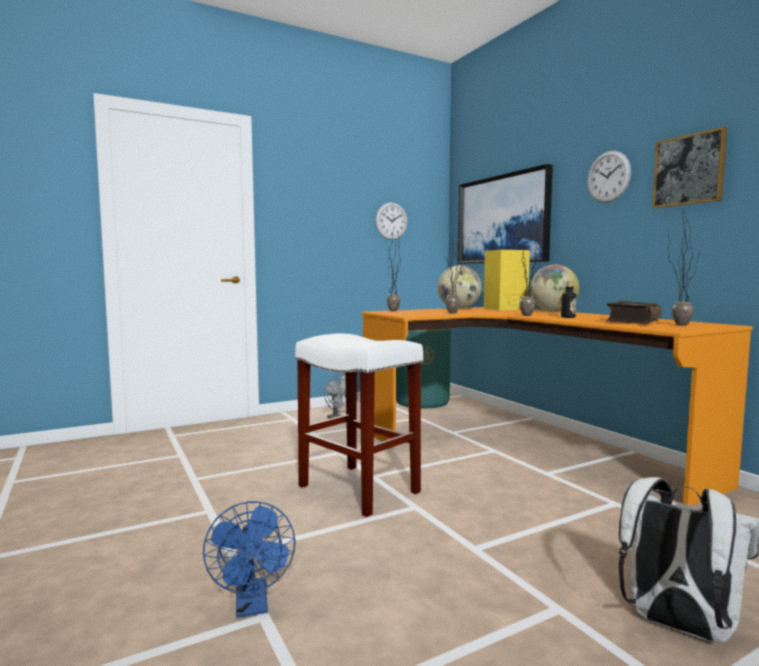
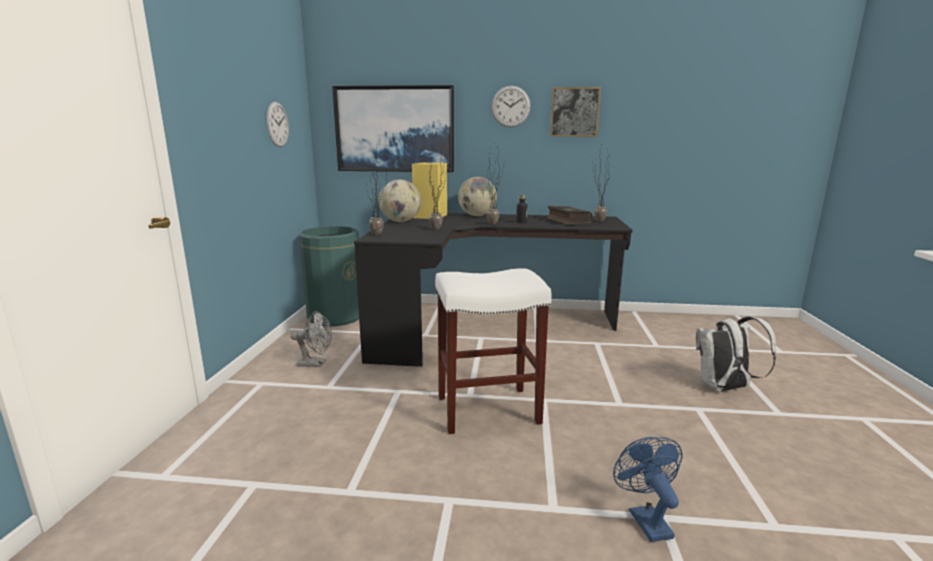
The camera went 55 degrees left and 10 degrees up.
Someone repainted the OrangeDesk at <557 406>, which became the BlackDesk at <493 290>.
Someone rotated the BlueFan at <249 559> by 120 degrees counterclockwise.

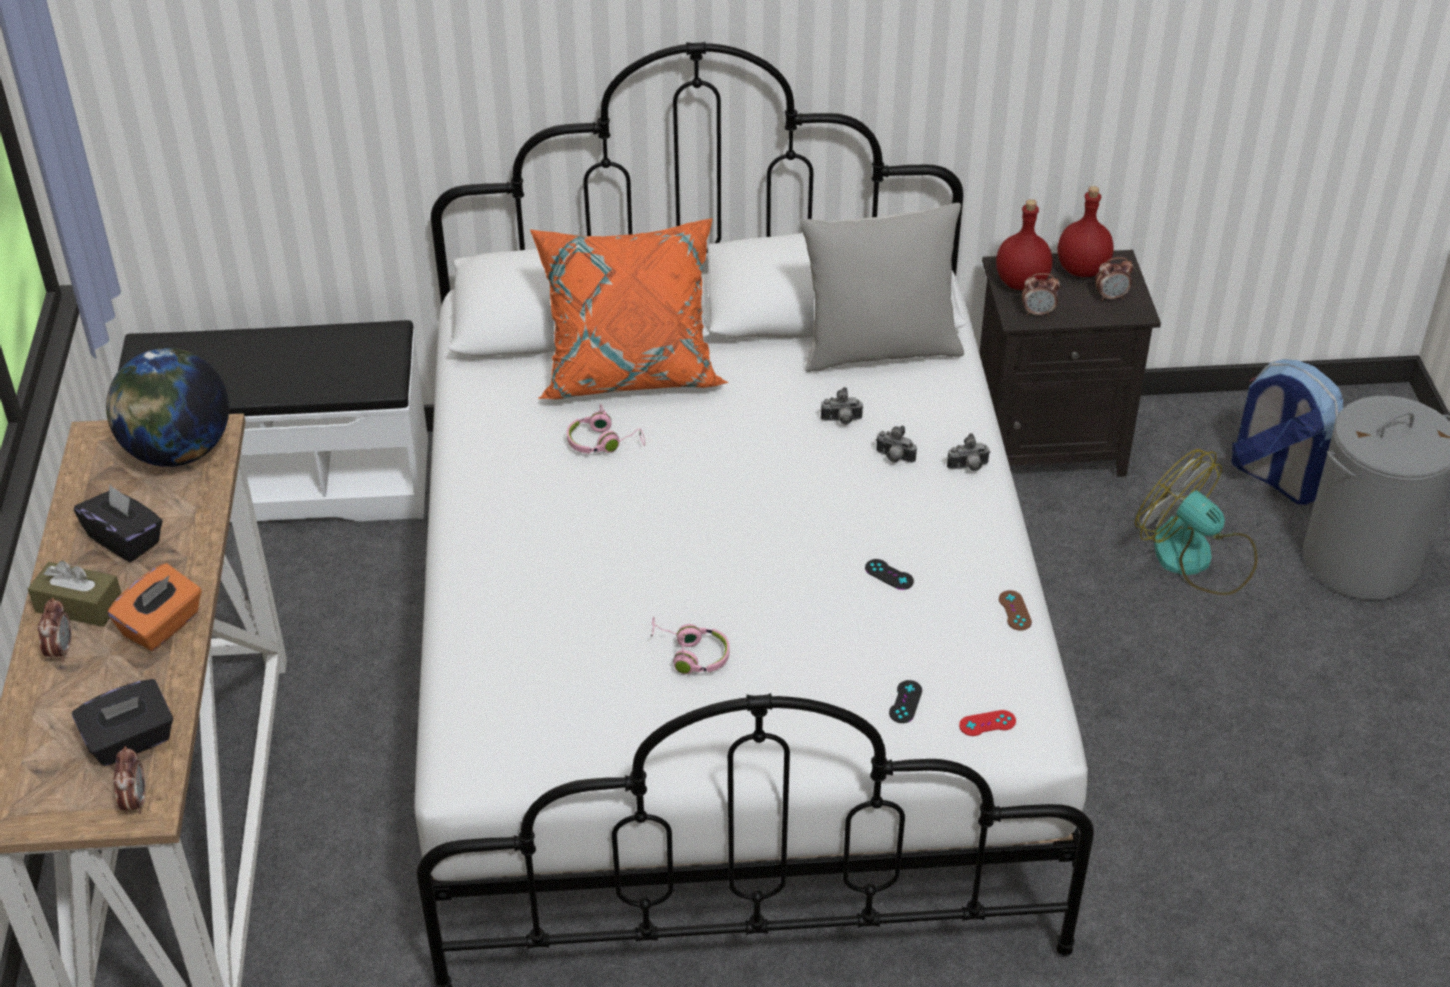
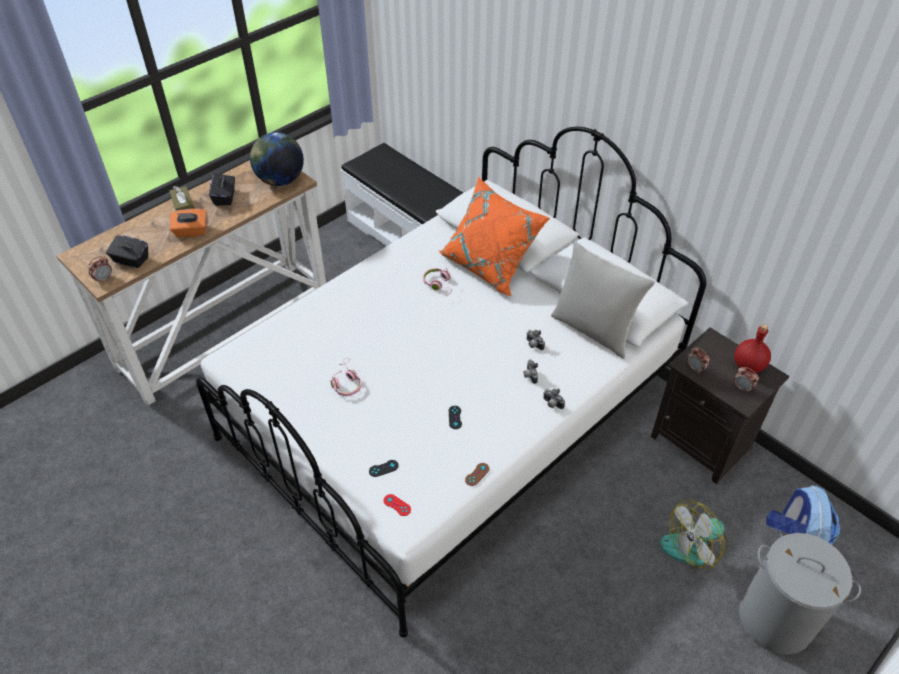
The camera went 50 degrees right and 5 degrees up.
Someone took away the AlarmClock at <54 630>.
Someone took away the RedBottle at <1024 244>.
Someone rotated the Fan at <1196 522> by 120 degrees counterclockwise.

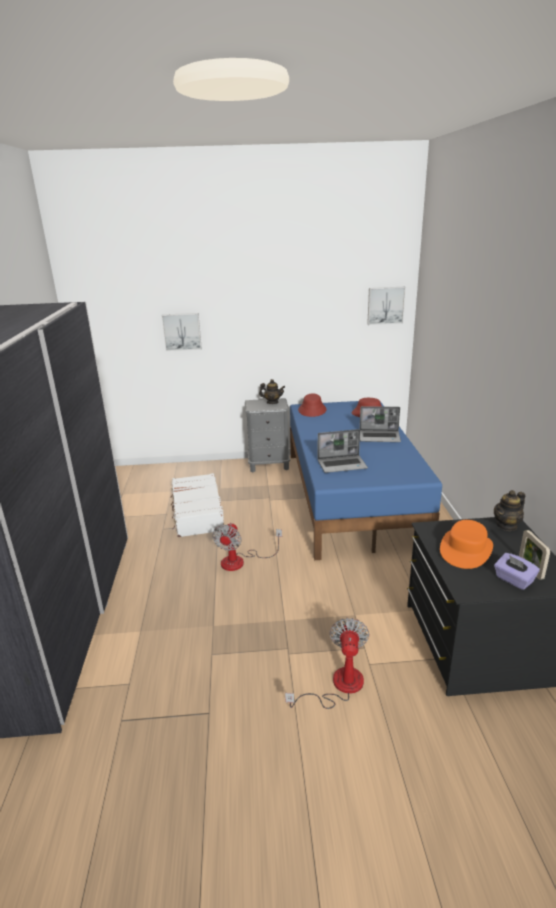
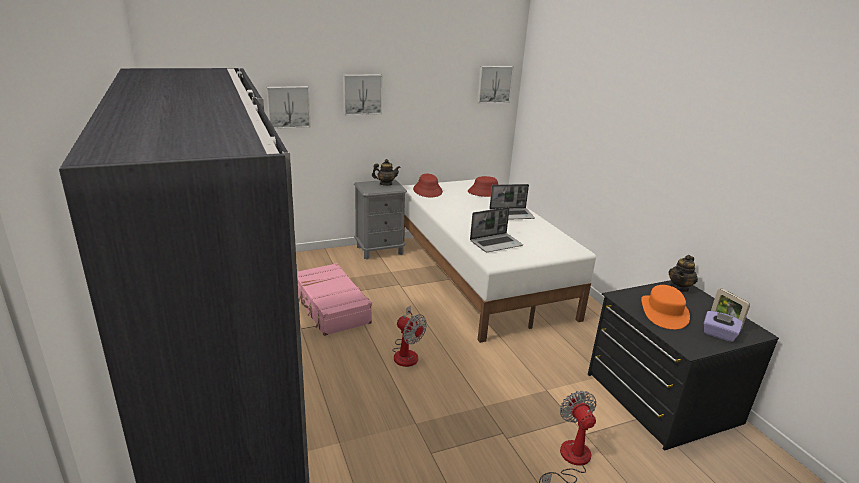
The camera went 20 degrees left and 0 degrees up.
Someone put up the Picture at <362 94>.
Someone repainted the WhiteSuitcase at <197 505>, which became the PinkSuitcase at <334 299>.
Someone repainted the BlueBed at <366 480>, which became the WhiteBed at <499 261>.
Someone rotated the Fan at <247 547> by 45 degrees counterclockwise.

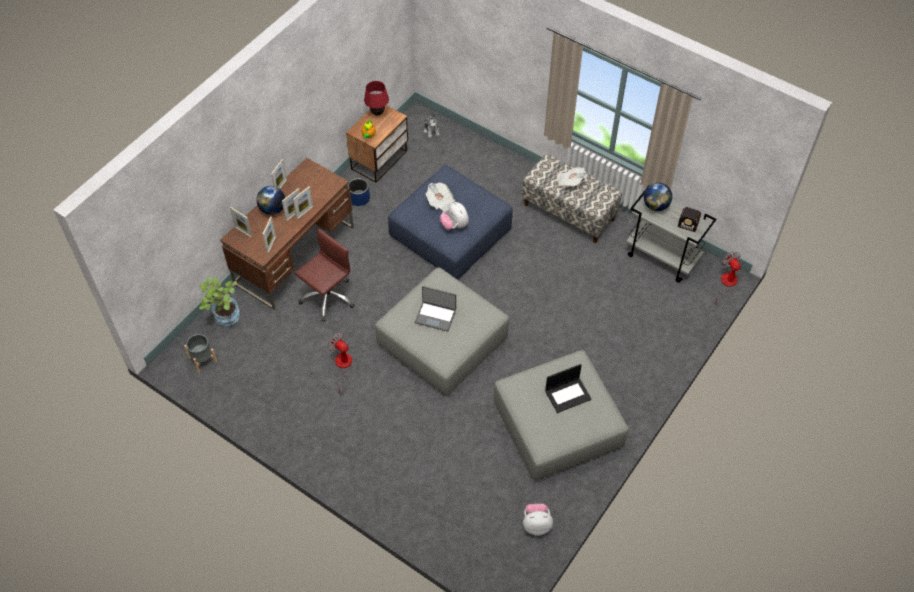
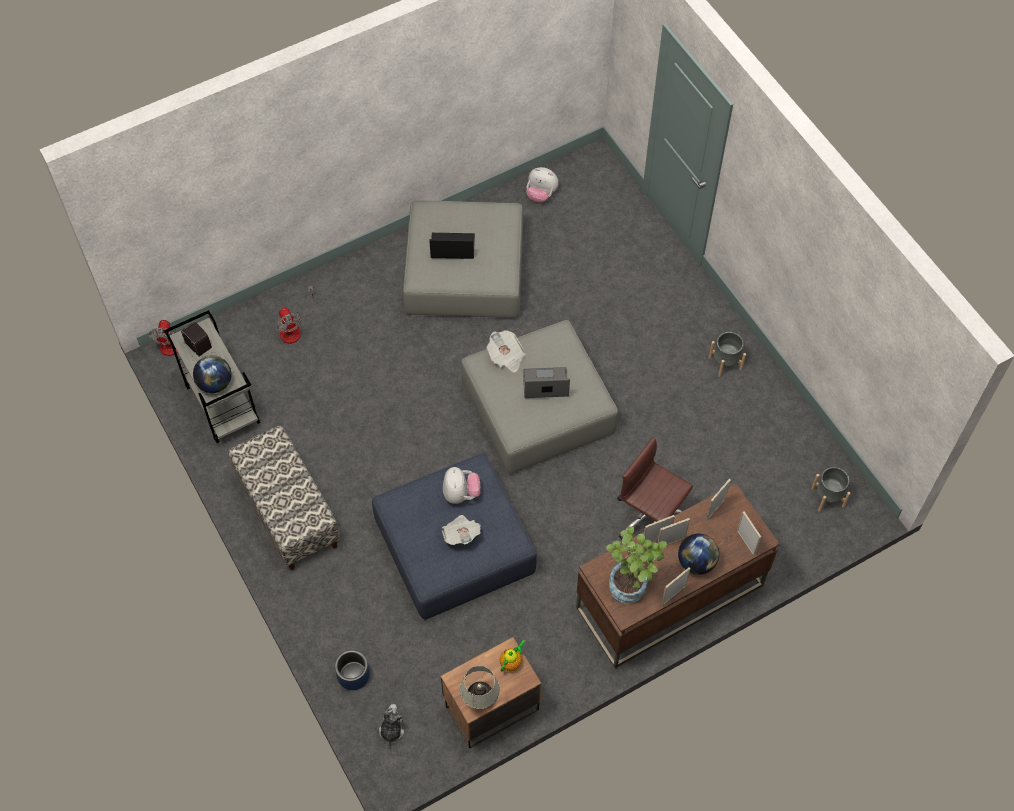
The camera went 155 degrees left and 5 degrees up.
Someone put down the GreyPlanter at <727 354>.
Someone carried the PottedPlant from <220 301> to <636 564>.
Someone carried the Fan from <340 362> to <296 314>.
Someone carried the BluePlanter from <359 192> to <352 670>.
Someone carried the Newspaper from <572 177> to <506 351>.
Someone repainted the RedTableLamp at <376 98>, which became the WhiteTableLamp at <480 687>.
Someone rotated the BrownOfficeChair at <324 275> by 60 degrees clockwise.
Someone rotated the Laptop at <435 309> by 45 degrees counterclockwise.

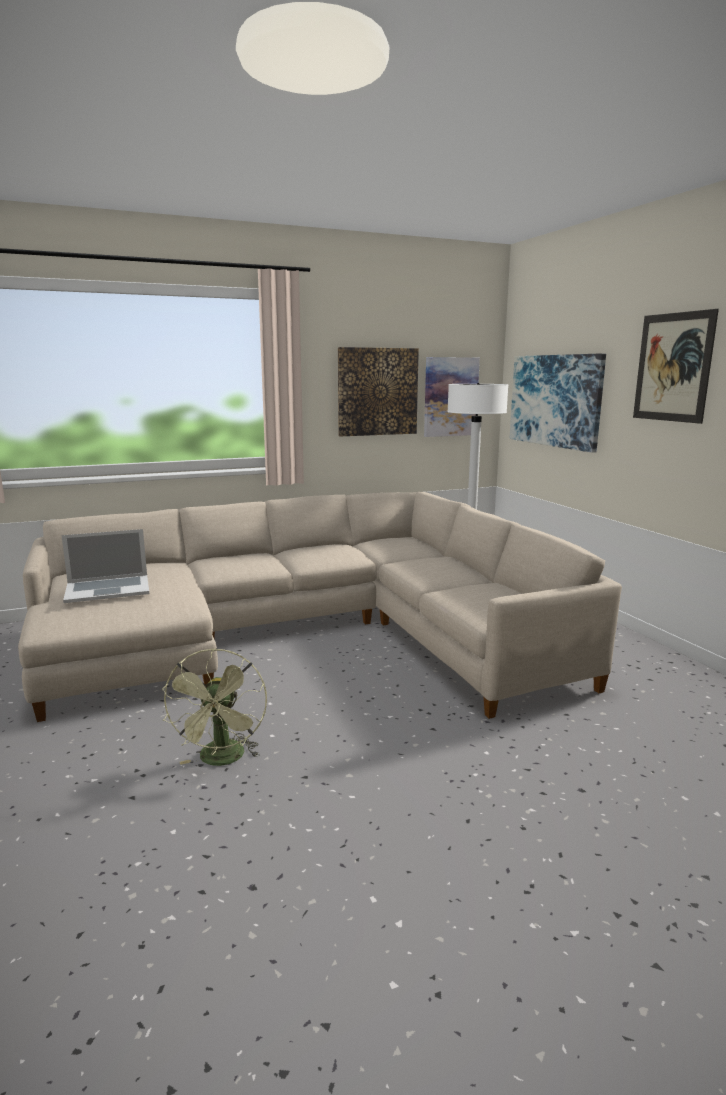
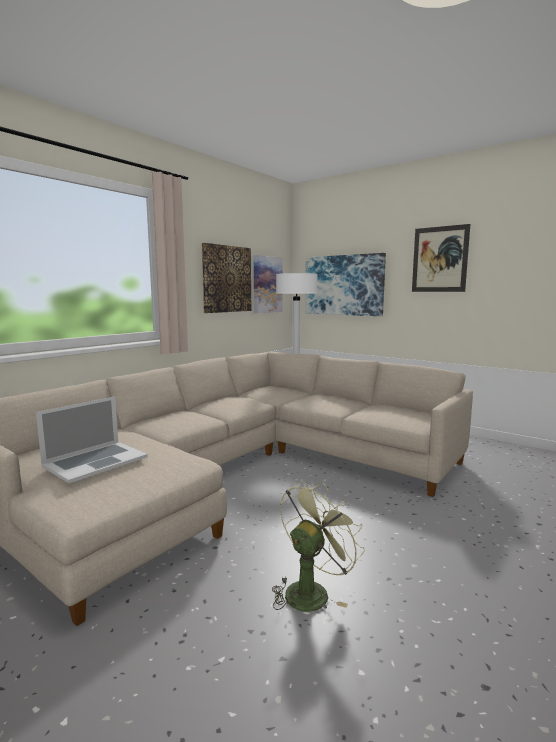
The camera went 30 degrees left and 5 degrees down.
Someone rotated the GreenFan at <214 707> by 105 degrees counterclockwise.

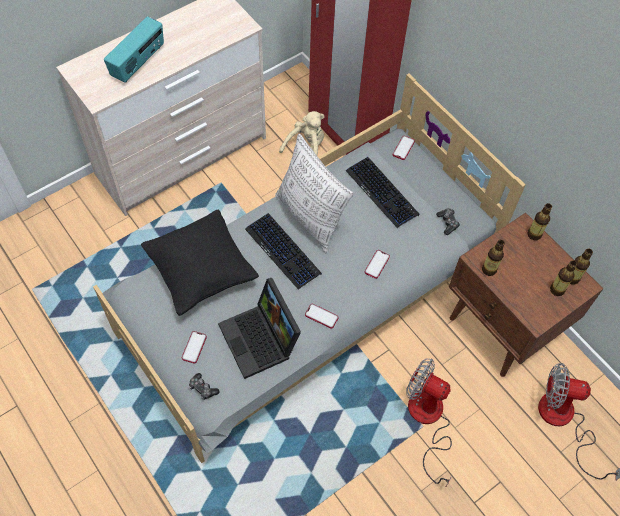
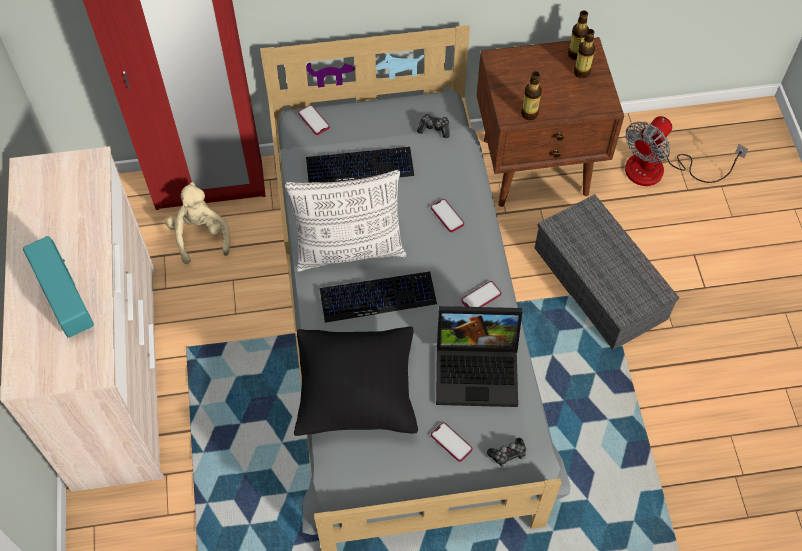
The camera went 60 degrees left and 0 degrees up.
Someone took away the Bottle at <539 222>.
Someone swapped the Fan at <429 422> for the GreyStorageBox at <607 272>.

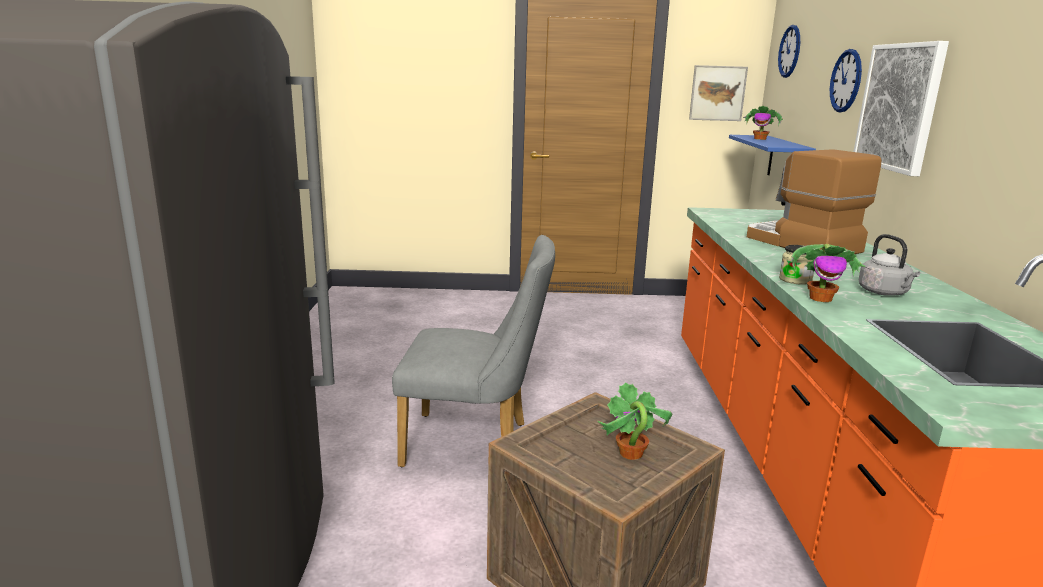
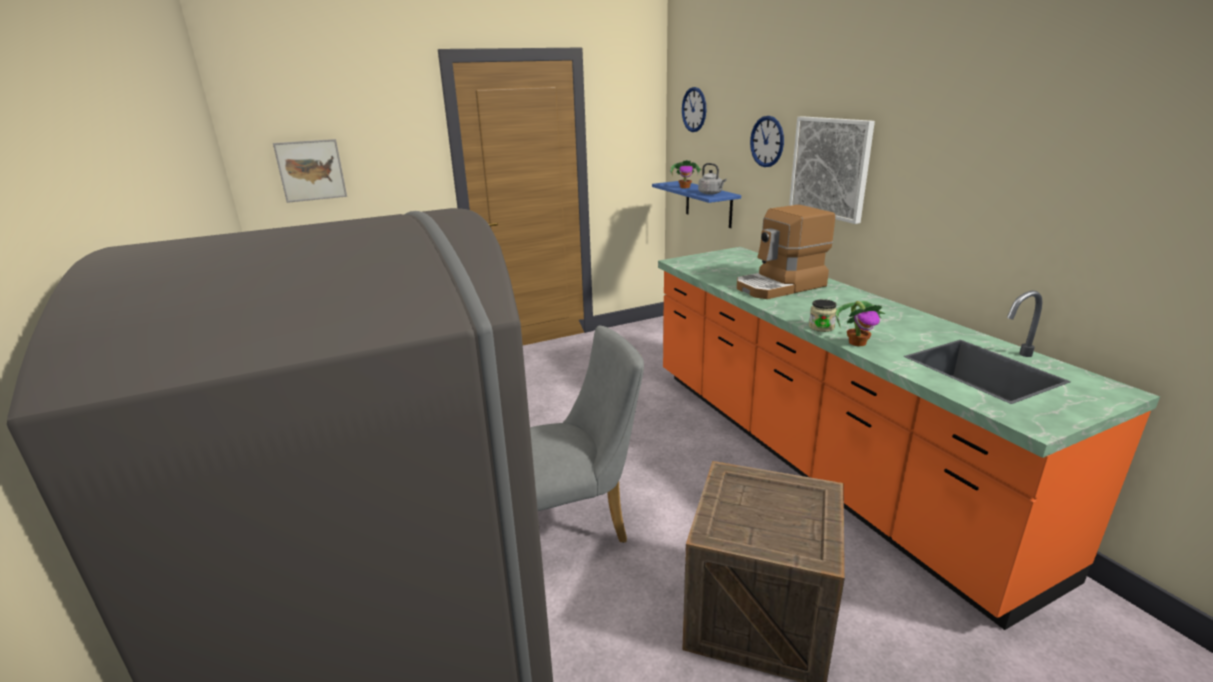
The camera went 25 degrees left and 5 degrees up.
Someone took away the PottedPlant at <634 421>.
Someone carried the Picture from <718 93> to <310 171>.
Someone carried the GreyKettle from <889 265> to <712 179>.
Someone rotated the CoffeeMachine at <814 201> by 60 degrees counterclockwise.

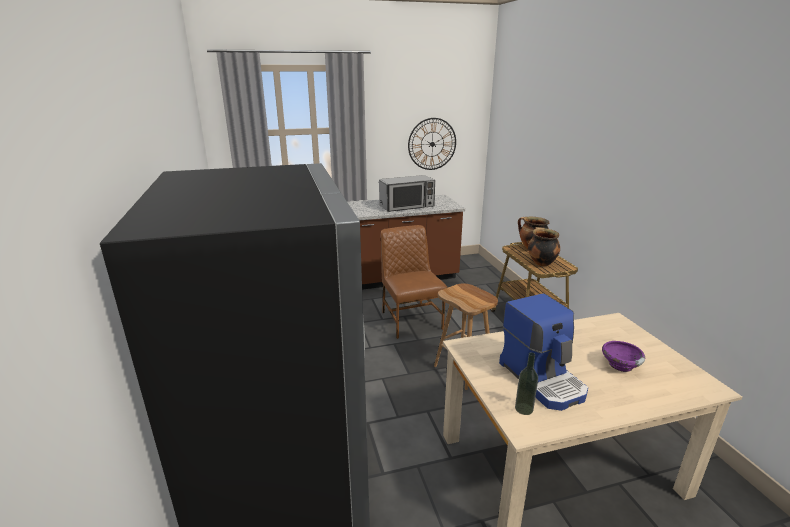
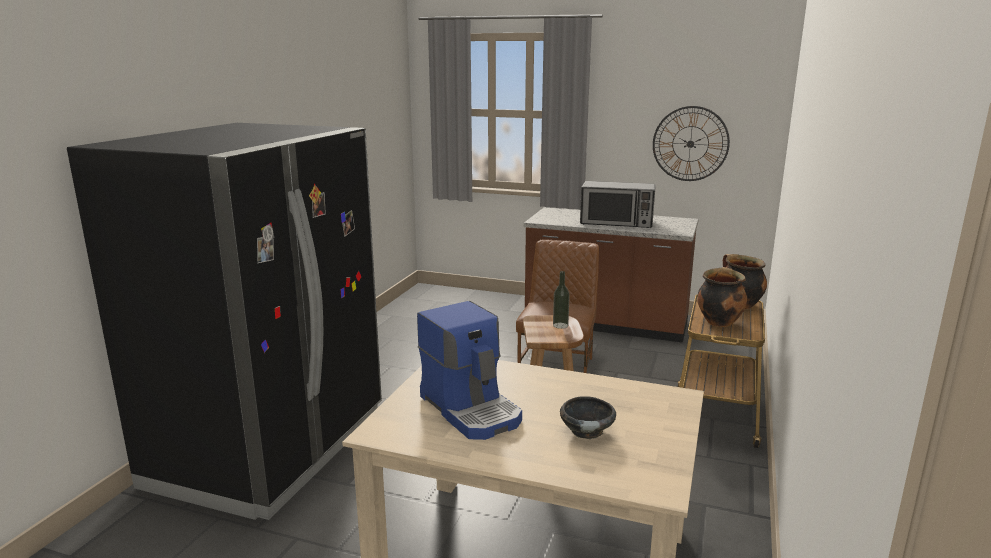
The camera went 35 degrees right and 5 degrees down.
Someone carried the Bottle from <526 383> to <561 300>.
Someone repainted the PurpleBowl at <623 356>, which became the BlackBowl at <588 417>.
Someone rotated the CoffeeMachine at <543 352> by 45 degrees counterclockwise.

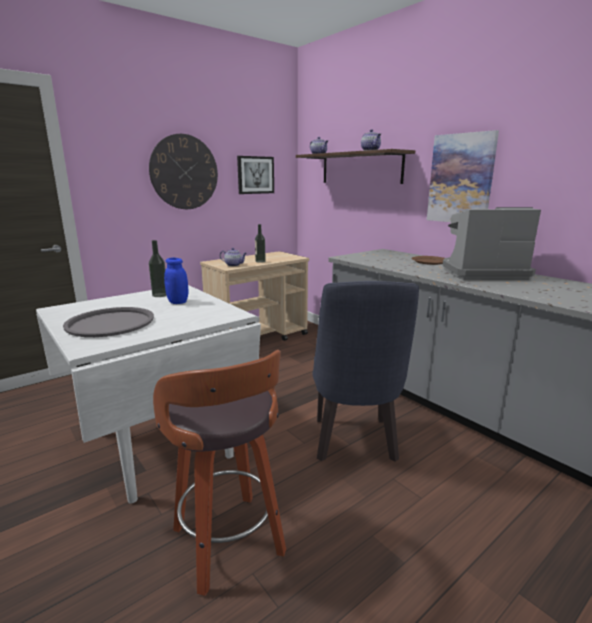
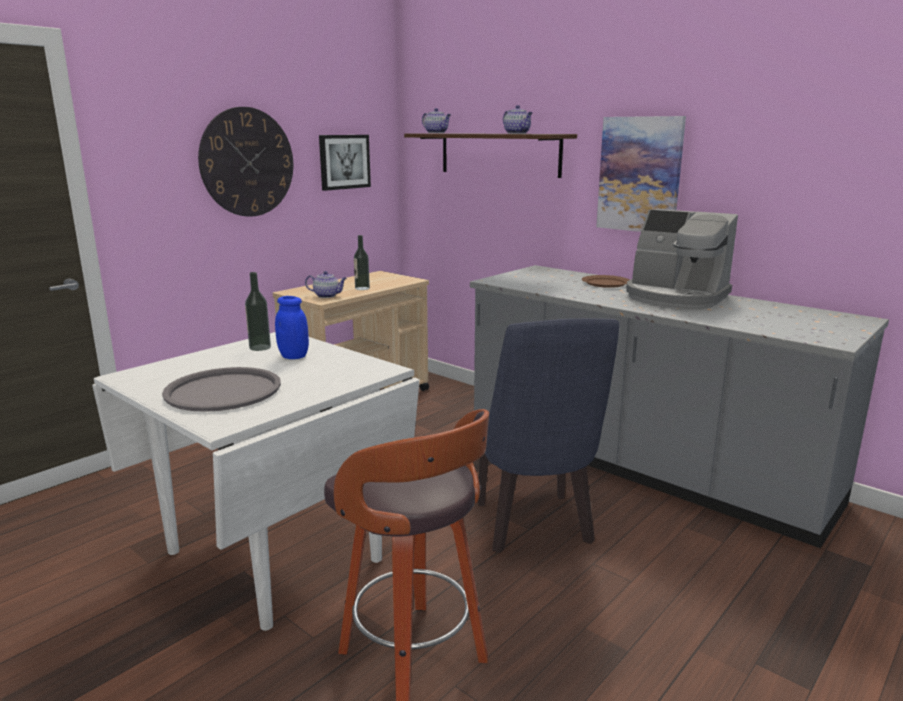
The camera went 10 degrees left and 0 degrees up.
Someone rotated the CoffeeMachine at <491 243> by 135 degrees counterclockwise.

